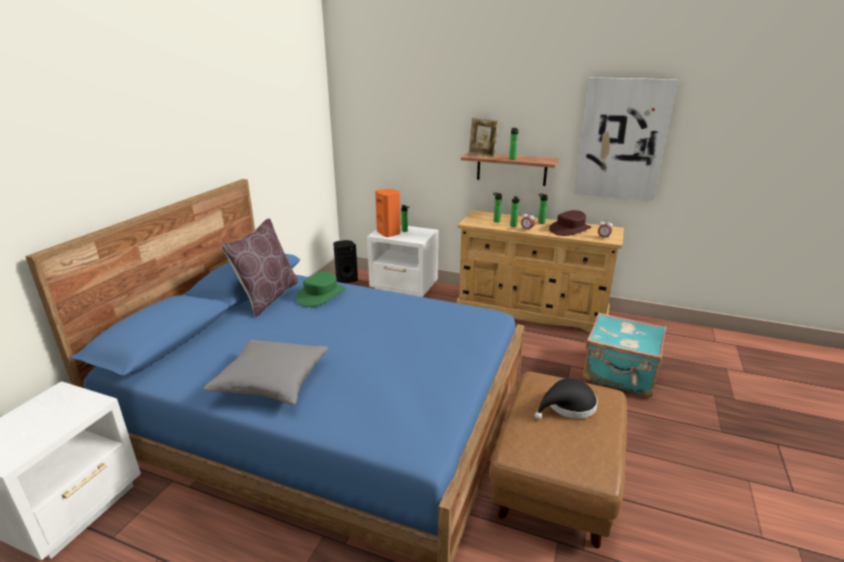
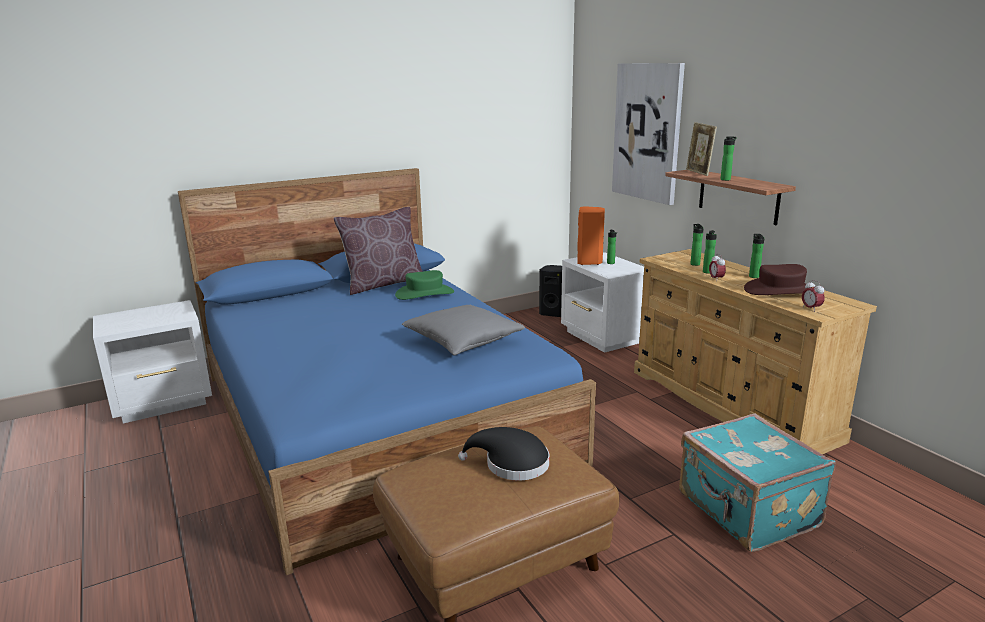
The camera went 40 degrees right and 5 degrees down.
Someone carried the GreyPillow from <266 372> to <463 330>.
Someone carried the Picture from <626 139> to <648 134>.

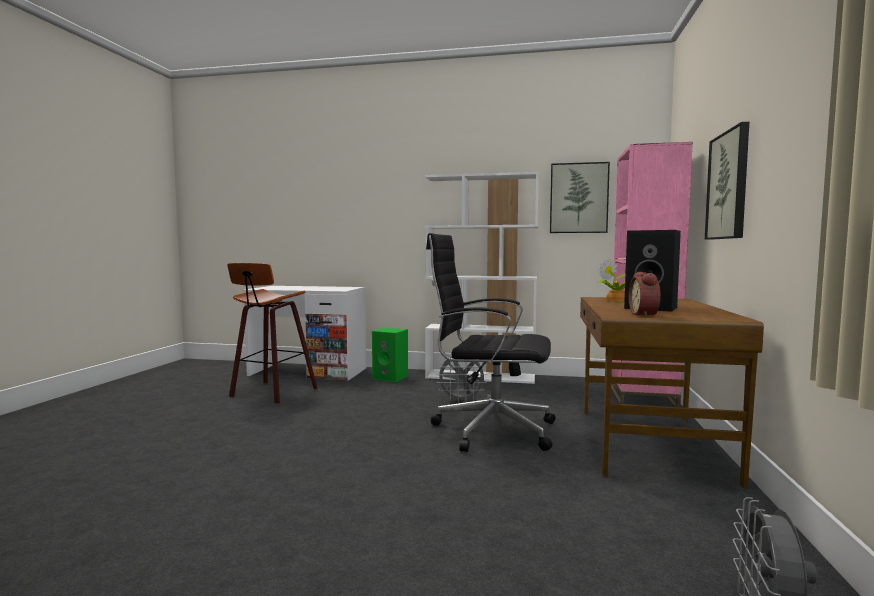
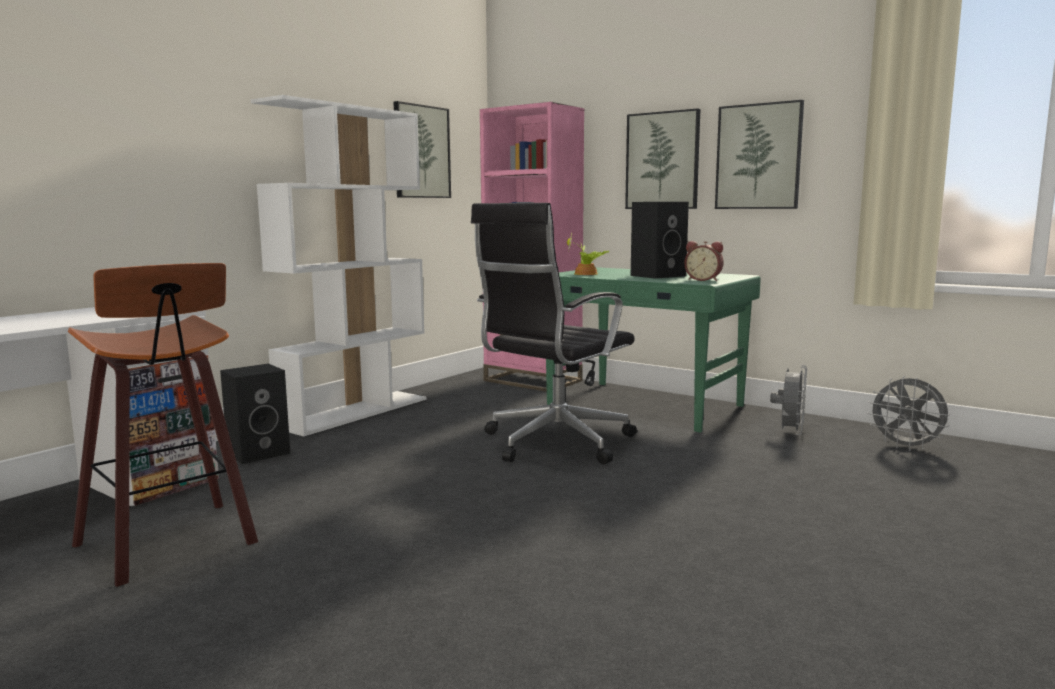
The camera went 65 degrees left and 5 degrees up.
Someone put up the Picture at <759 154>.
Someone carried the GreyFan from <462 379> to <788 400>.
Someone repainted the GreenSpeaker at <390 355>, which became the BlackSpeaker at <255 414>.
Someone repainted the BrownDesk at <672 392>, which became the GreenDesk at <653 350>.

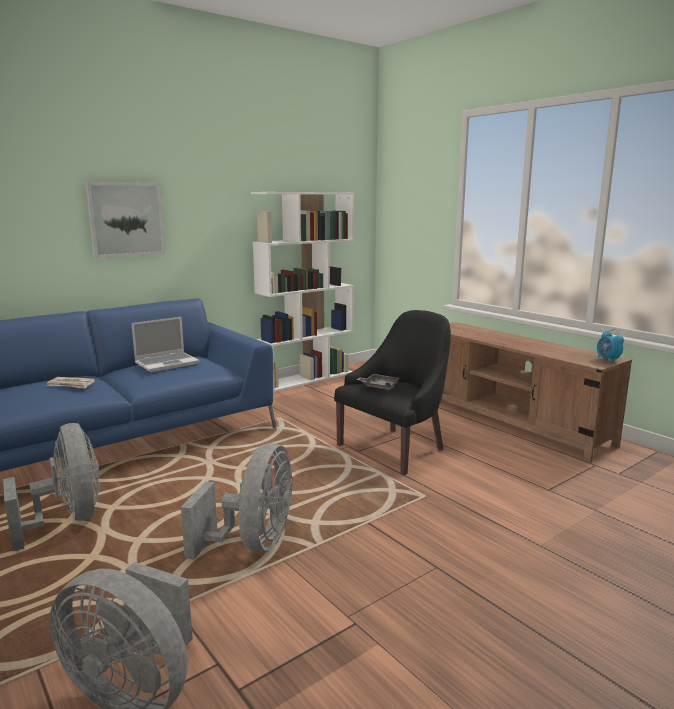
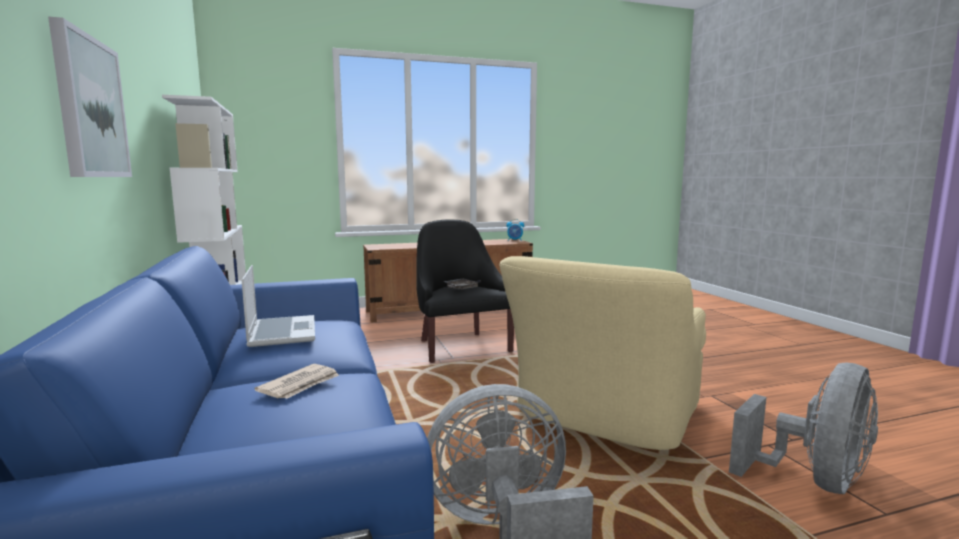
The camera went 70 degrees left and 5 degrees down.
Someone swapped the GreyFan at <237 501> for the BeigeArmchair at <602 353>.

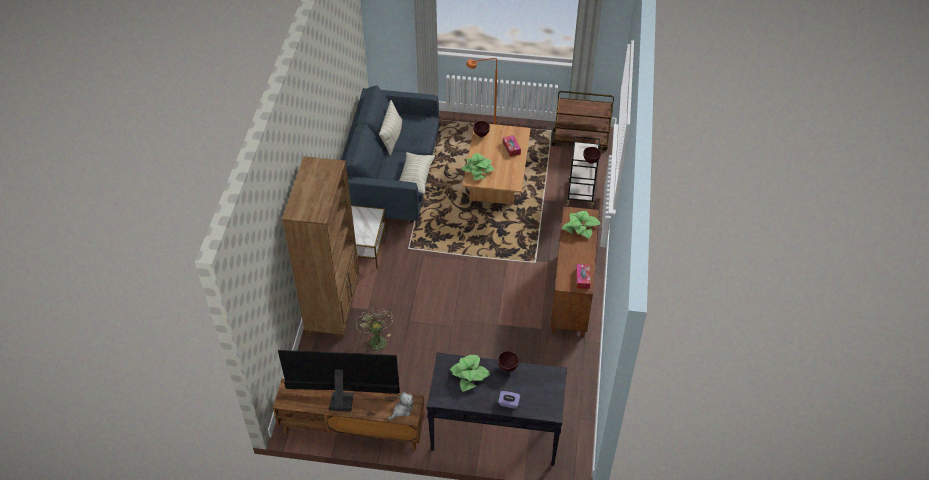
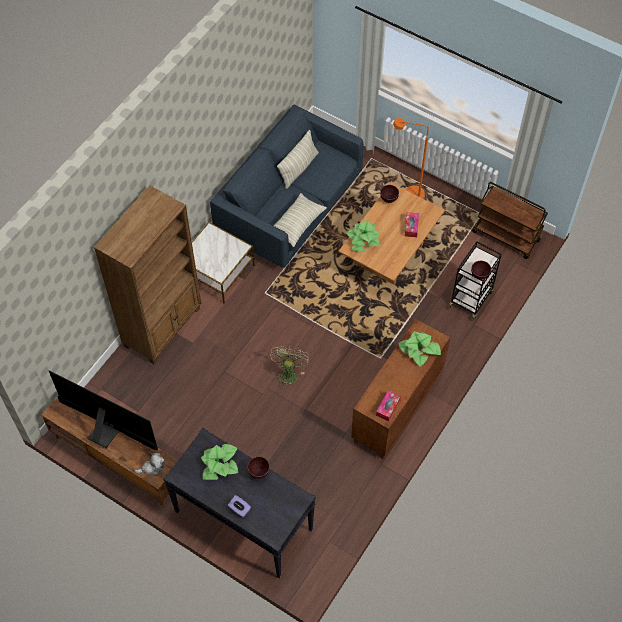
The camera went 25 degrees right and 10 degrees up.
Someone carried the GreenFan from <375 330> to <289 367>.

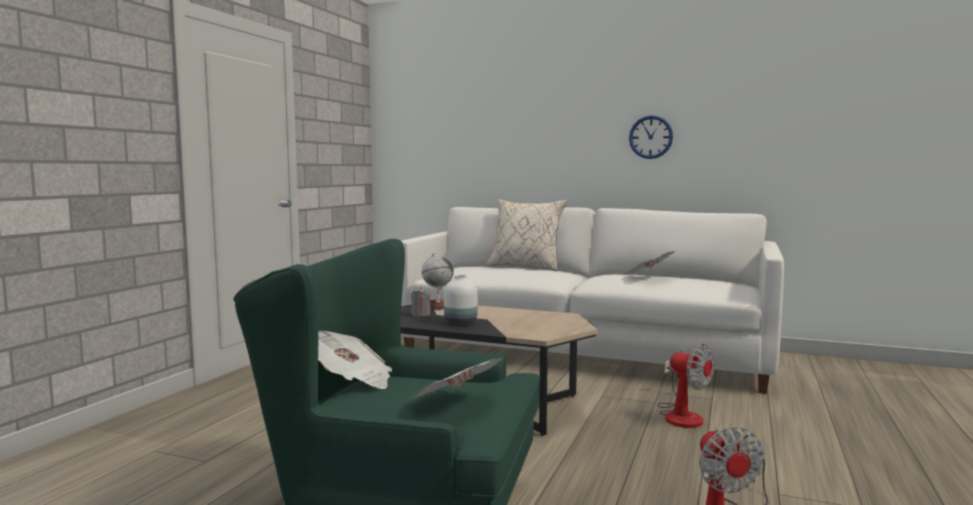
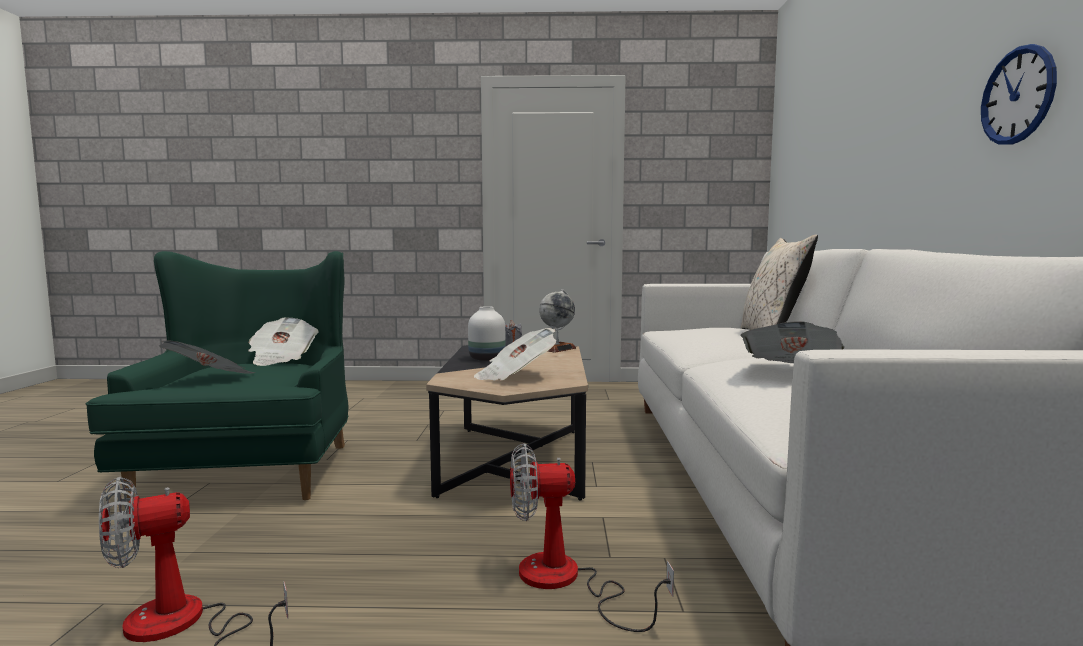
The camera went 70 degrees right and 0 degrees up.
Someone put down the Newspaper at <515 354>.
Someone rotated the Fan at <686 386> by 60 degrees clockwise.

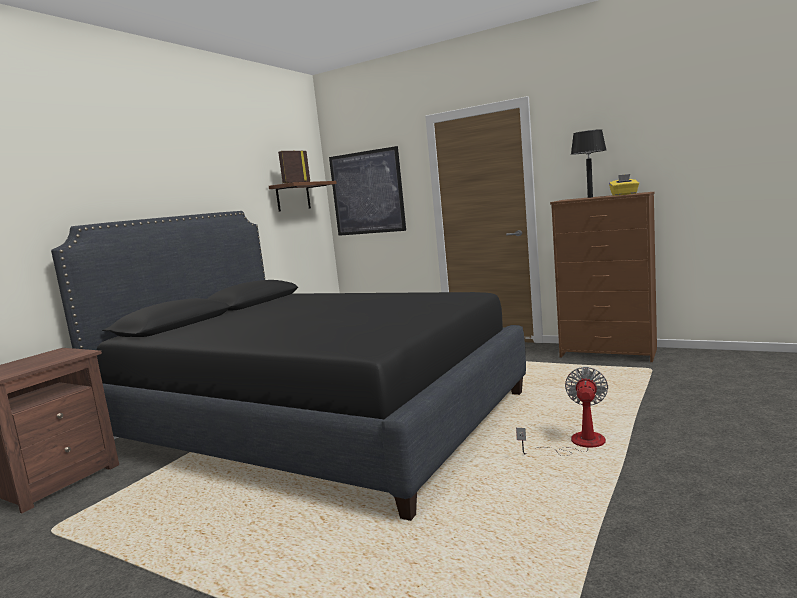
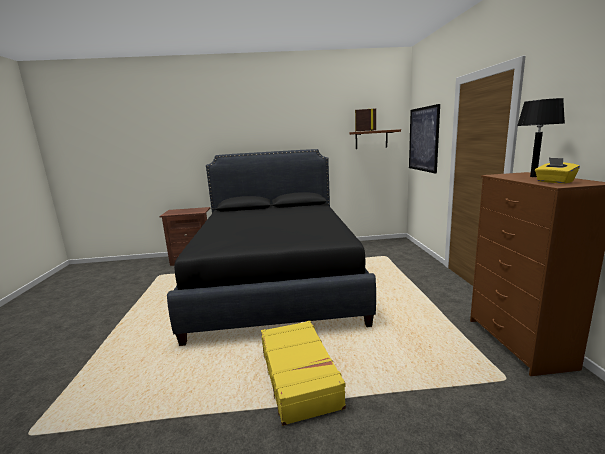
The camera went 55 degrees right and 5 degrees up.
Someone swapped the Fan at <562 411> for the YellowSuitcase at <303 373>.

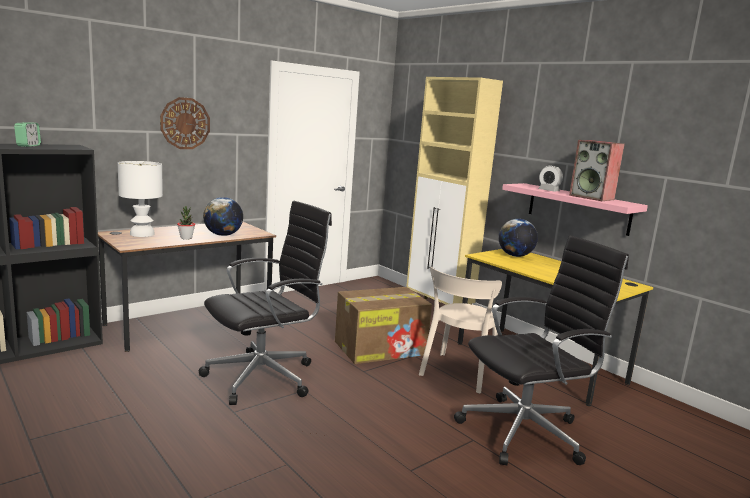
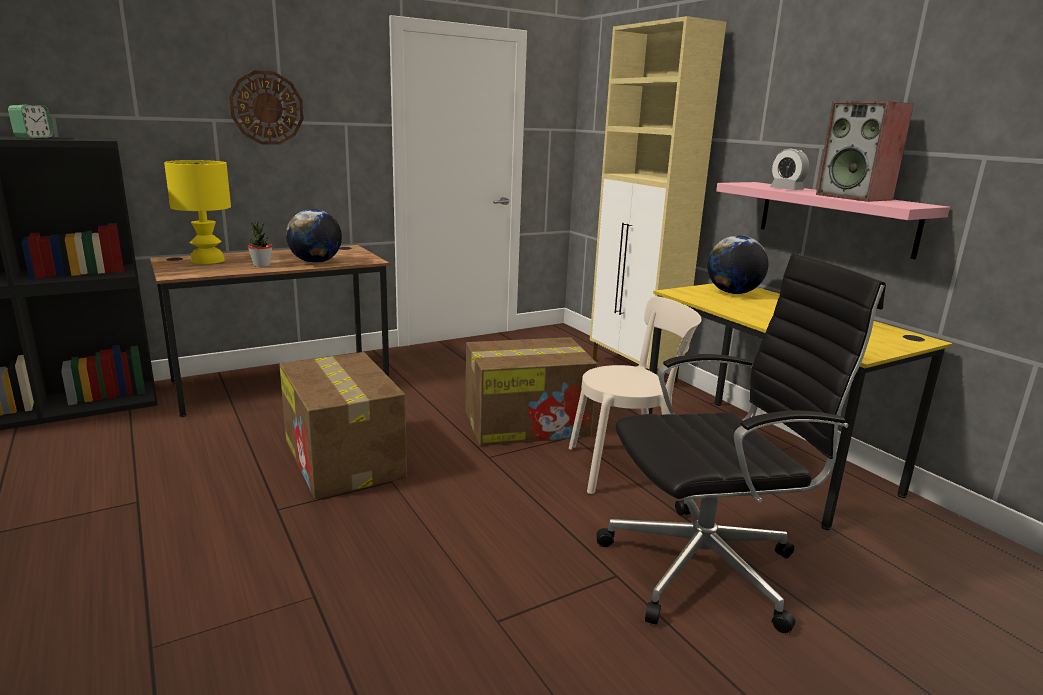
The camera went 10 degrees right and 5 degrees up.
Someone swapped the BlackOfficeChair at <265 303> for the CardboardBox at <343 425>.
Someone repainted the WhiteTableLamp at <140 199>, which became the YellowTableLamp at <197 212>.
Someone rotated the BeigeChair at <460 330> by 135 degrees counterclockwise.

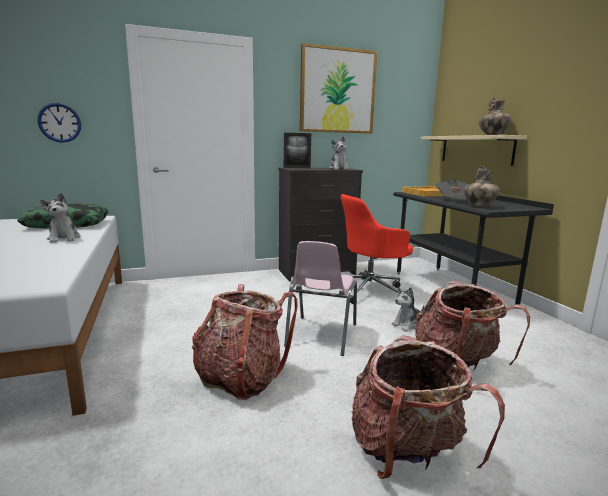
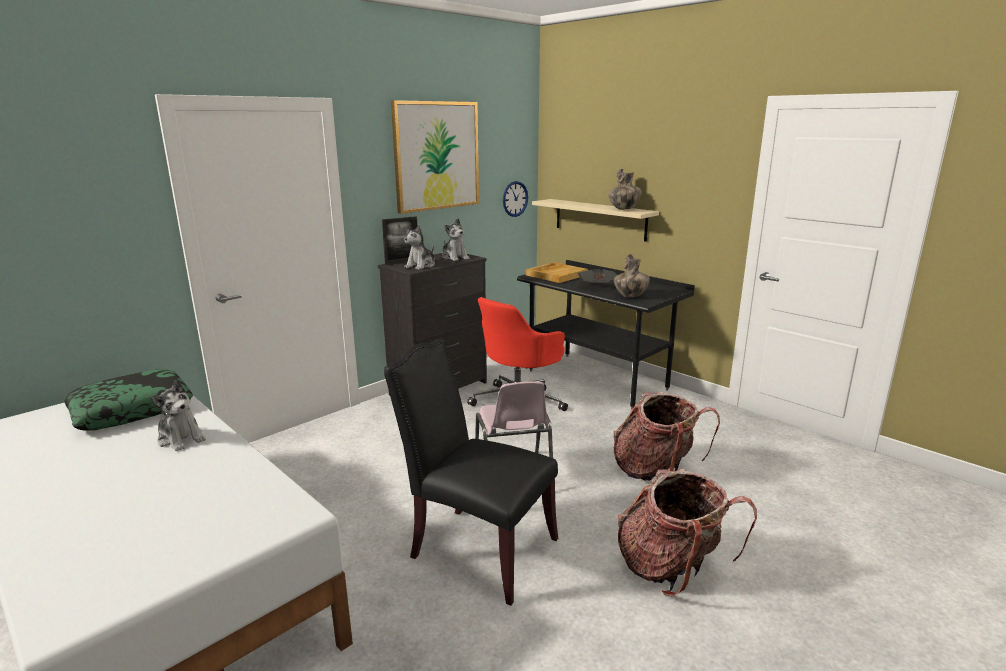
The camera went 25 degrees left and 5 degrees up.
Someone carried the WallClock from <59 123> to <515 199>.
Someone carried the PlushToy from <408 309> to <419 247>.
Someone swapped the Backpack at <245 342> for the BlackChair at <471 472>.

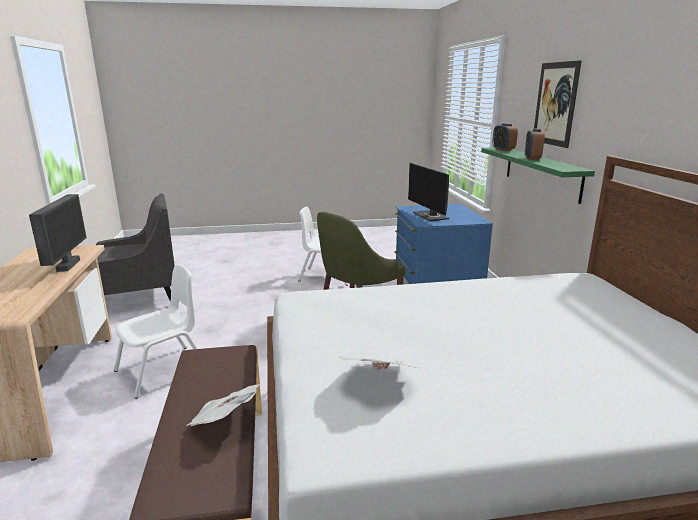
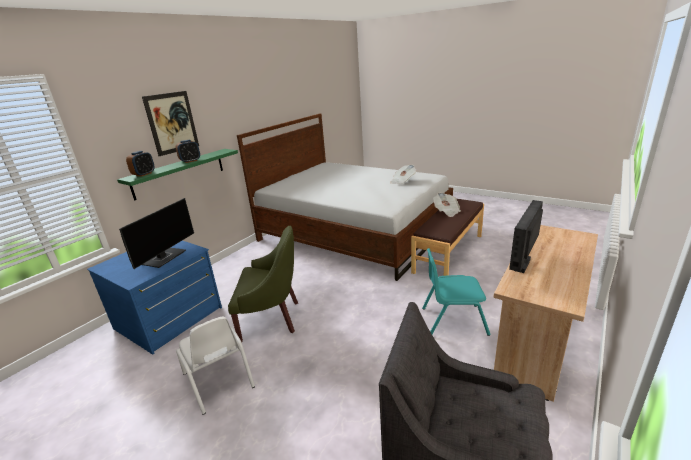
The camera went 135 degrees left and 5 degrees up.
Someone repainted the WhiteChair at <156 331>, which became the TurquoiseChair at <456 292>.

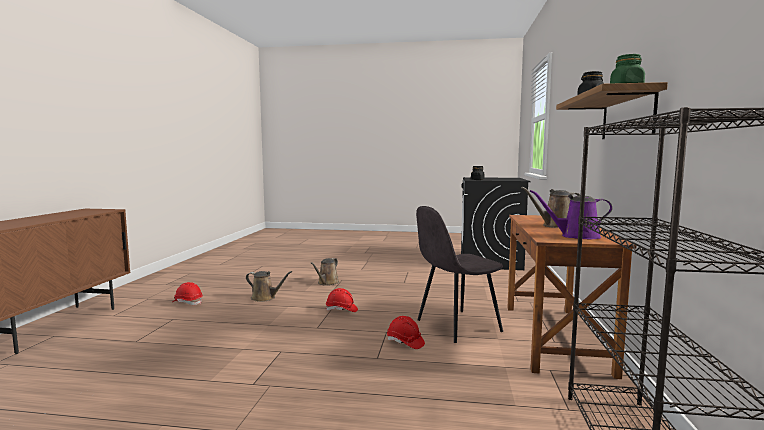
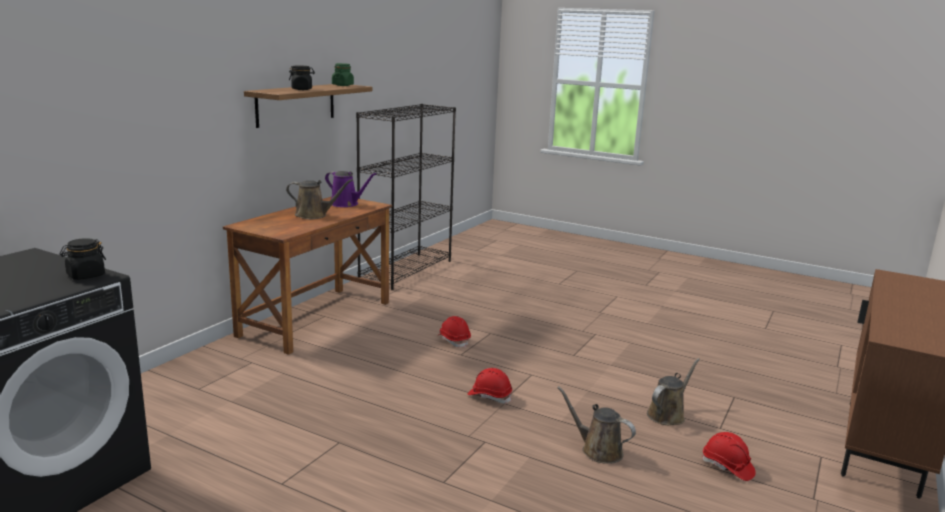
The camera went 160 degrees left and 10 degrees up.
Someone took away the GreyChair at <459 274>.
Someone carried the BrownWateringCan from <325 272> to <673 391>.

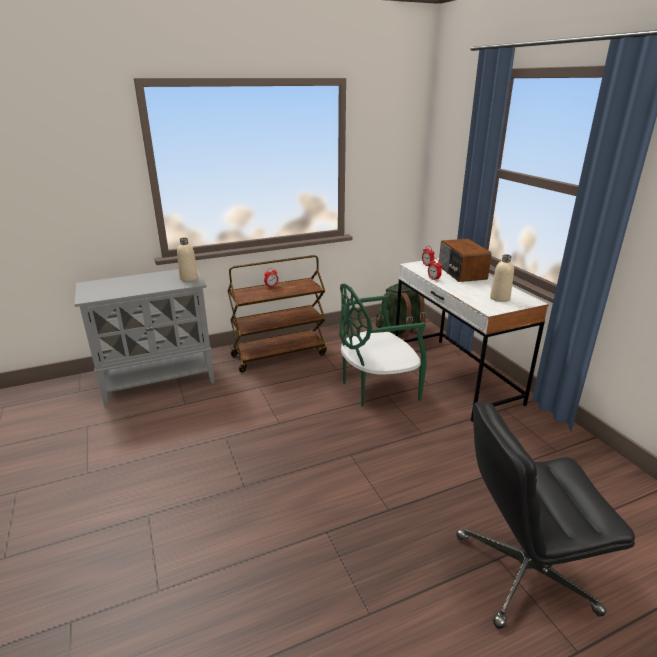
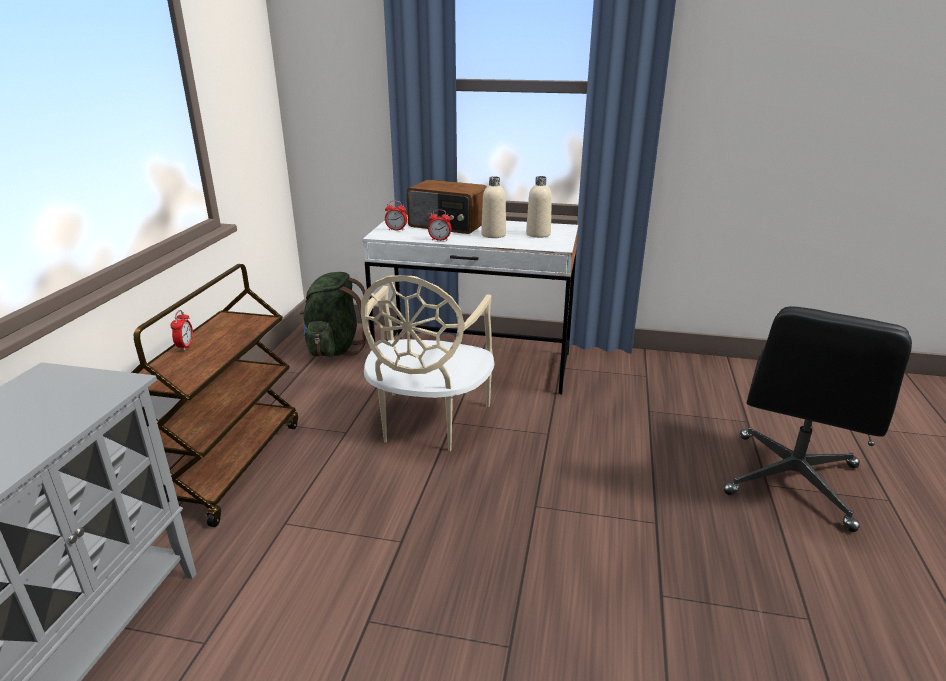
The camera went 55 degrees left and 0 degrees up.
Someone carried the BeigeBottle from <187 260> to <493 207>.
Someone repainted the GreenChair at <383 344>, which became the BeigeChair at <428 363>.

